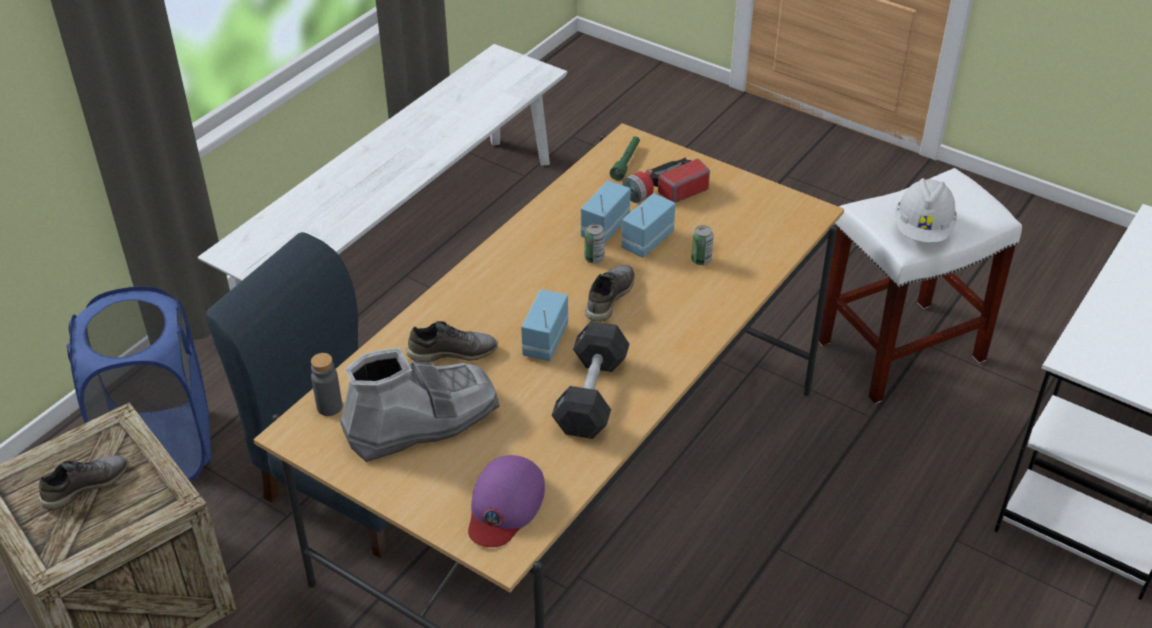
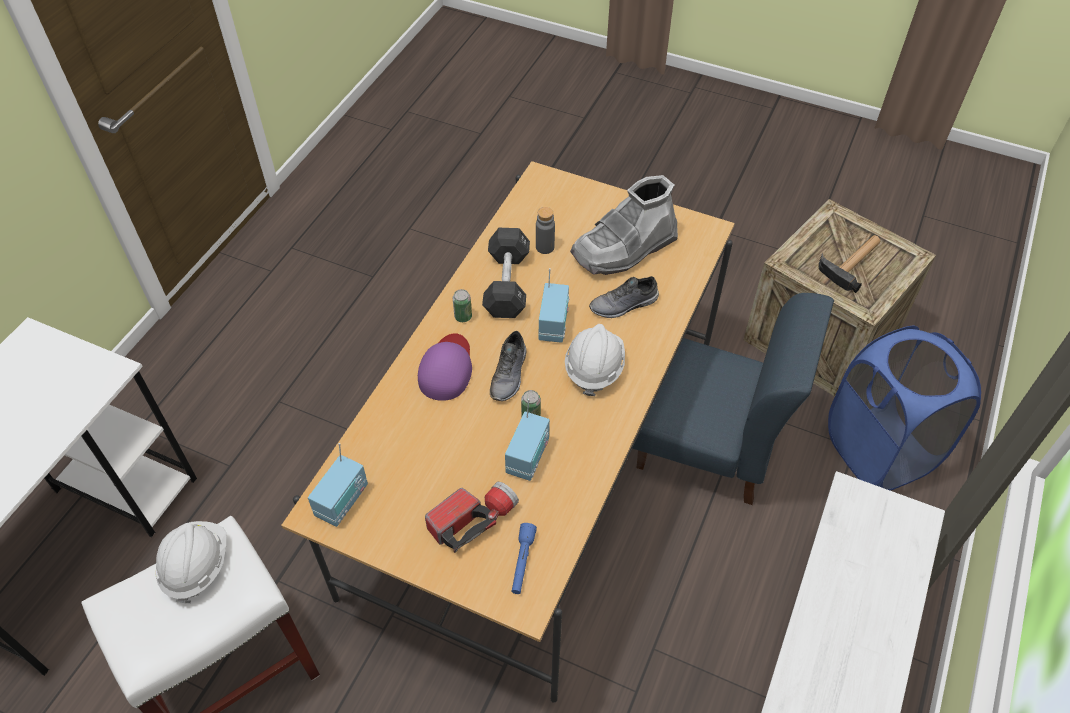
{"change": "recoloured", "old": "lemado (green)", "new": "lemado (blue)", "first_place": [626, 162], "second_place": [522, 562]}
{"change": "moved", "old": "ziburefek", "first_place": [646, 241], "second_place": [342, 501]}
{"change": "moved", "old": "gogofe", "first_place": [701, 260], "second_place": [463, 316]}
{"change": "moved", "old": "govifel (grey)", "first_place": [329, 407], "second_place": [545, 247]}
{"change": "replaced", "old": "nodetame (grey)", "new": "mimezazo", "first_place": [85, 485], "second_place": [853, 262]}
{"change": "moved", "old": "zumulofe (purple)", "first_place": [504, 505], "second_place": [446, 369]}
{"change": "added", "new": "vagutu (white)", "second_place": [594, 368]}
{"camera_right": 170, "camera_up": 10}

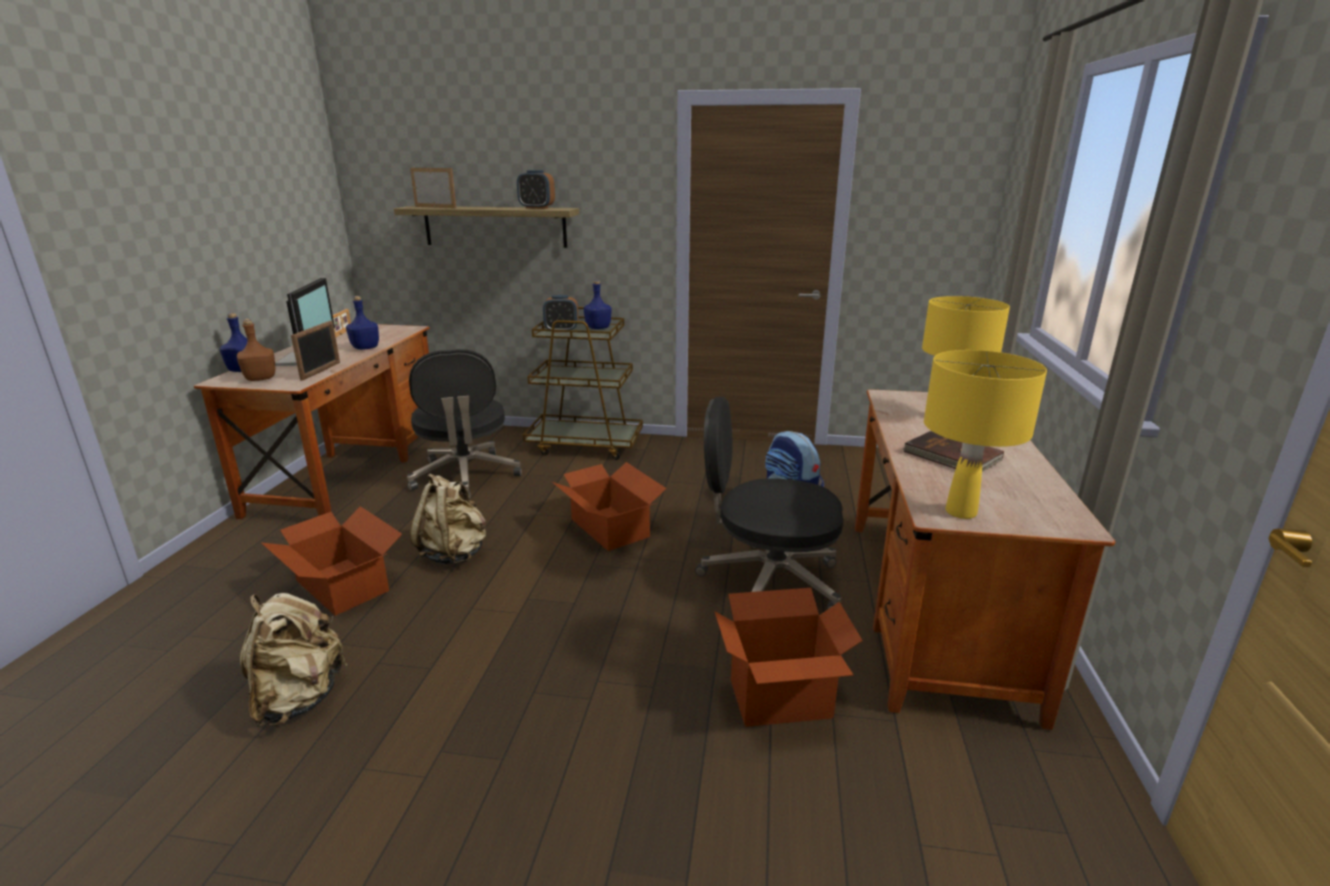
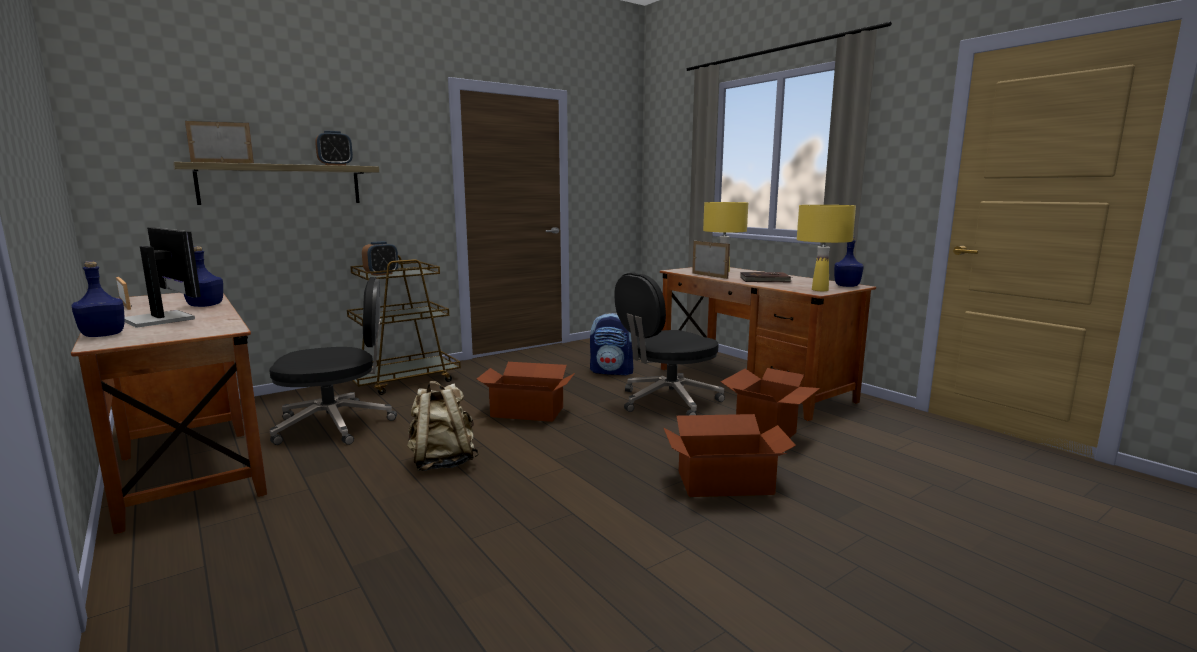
{"change": "moved", "old": "govifel (blue)", "first_place": [598, 328], "second_place": [847, 286]}
{"change": "removed", "old": "govifel (brown)", "first_place": [260, 378]}
{"change": "moved", "old": "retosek", "first_place": [321, 371], "second_place": [710, 275]}
{"change": "turned", "old": "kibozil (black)", "first_place": [465, 476], "second_place": [336, 425], "degrees": -45}
{"change": "moved", "old": "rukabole", "first_place": [341, 586], "second_place": [726, 483]}
{"change": "removed", "old": "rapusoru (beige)", "first_place": [299, 698]}
{"camera_right": -45, "camera_up": -10}

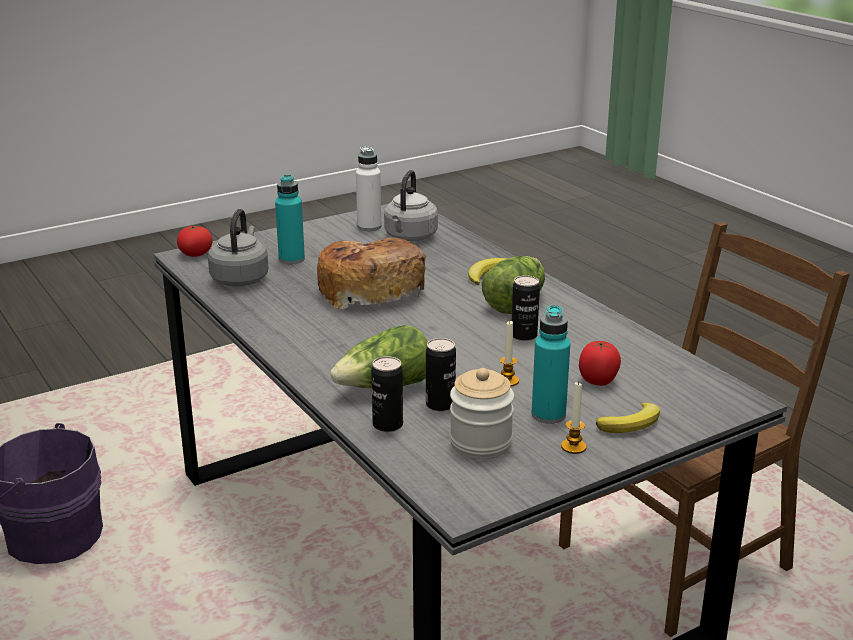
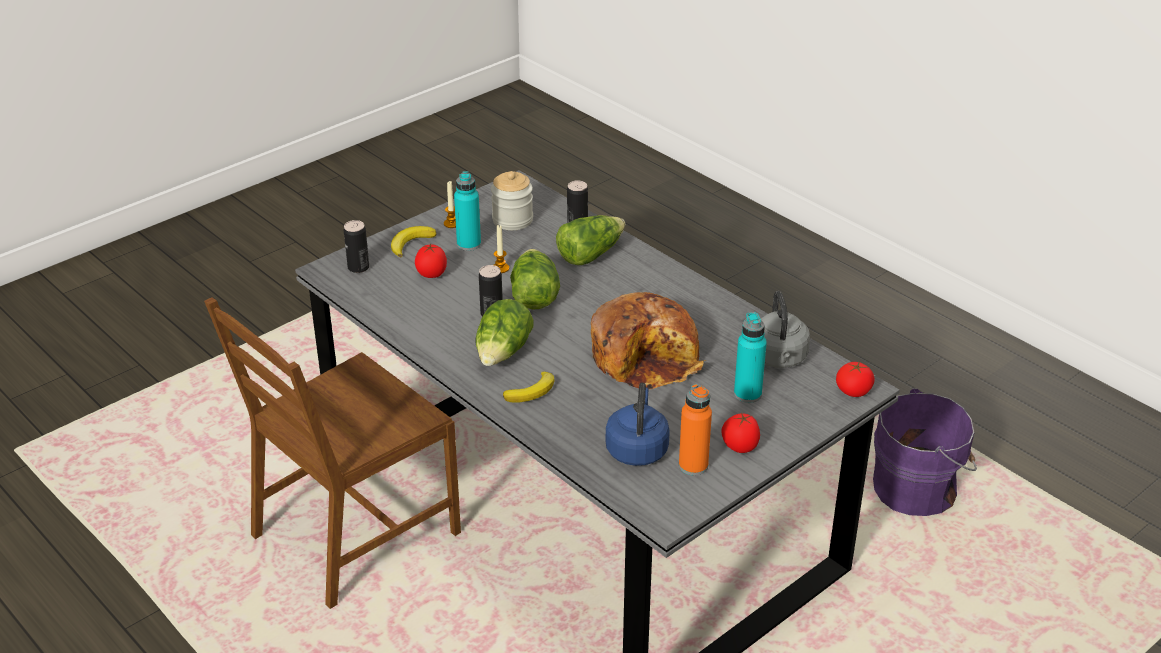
{"change": "recoloured", "old": "govifel (white)", "new": "govifel (orange)", "first_place": [369, 227], "second_place": [693, 466]}
{"change": "recoloured", "old": "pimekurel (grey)", "new": "pimekurel (blue)", "first_place": [409, 237], "second_place": [637, 449]}
{"change": "moved", "old": "gogofe", "first_place": [440, 405], "second_place": [358, 267]}
{"change": "added", "new": "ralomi", "second_place": [533, 294]}
{"change": "added", "new": "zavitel", "second_place": [739, 447]}
{"camera_right": 170, "camera_up": 10}

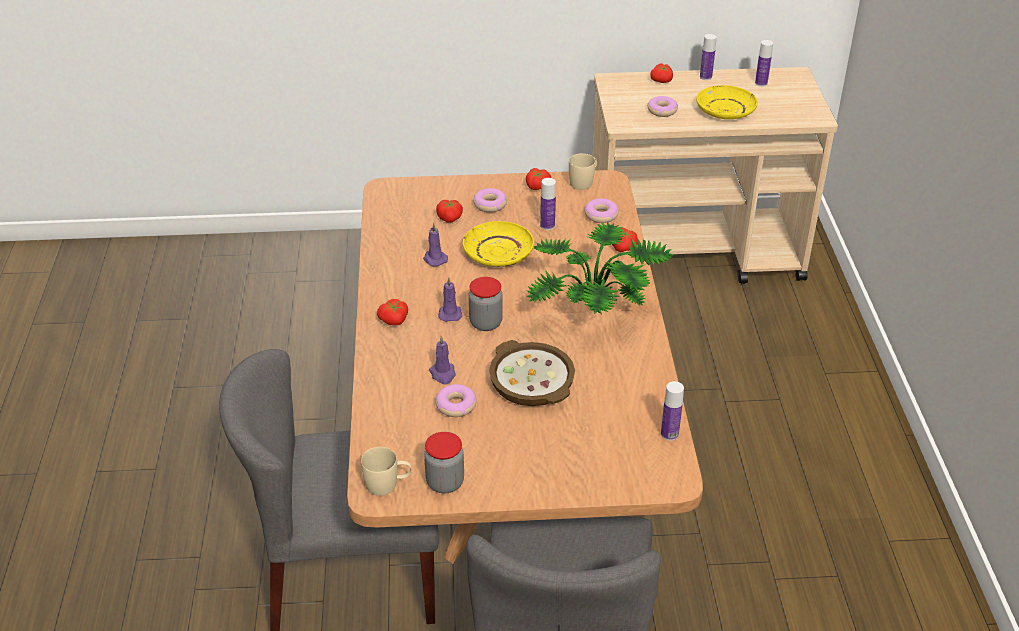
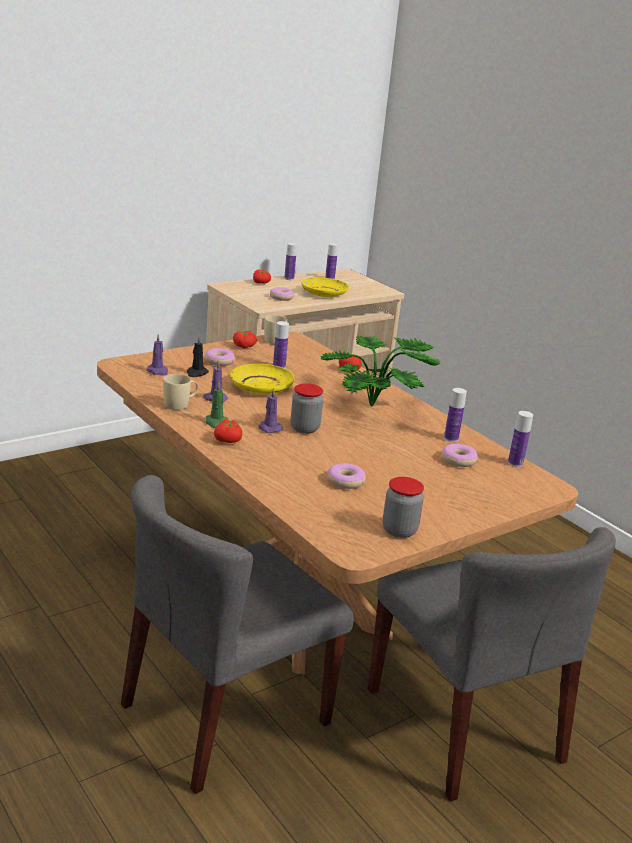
{"change": "moved", "old": "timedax", "first_place": [601, 215], "second_place": [458, 460]}
{"change": "replaced", "old": "zavitel", "new": "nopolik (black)", "first_place": [450, 218], "second_place": [196, 373]}
{"change": "moved", "old": "nopolik (purple)", "first_place": [443, 374], "second_place": [158, 371]}
{"change": "removed", "old": "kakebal", "first_place": [532, 381]}
{"change": "moved", "old": "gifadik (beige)", "first_place": [388, 484], "second_place": [180, 404]}
{"change": "added", "new": "nopolik (green)", "second_place": [216, 422]}
{"change": "added", "new": "govifel", "second_place": [451, 438]}
{"camera_right": -35, "camera_up": -15}

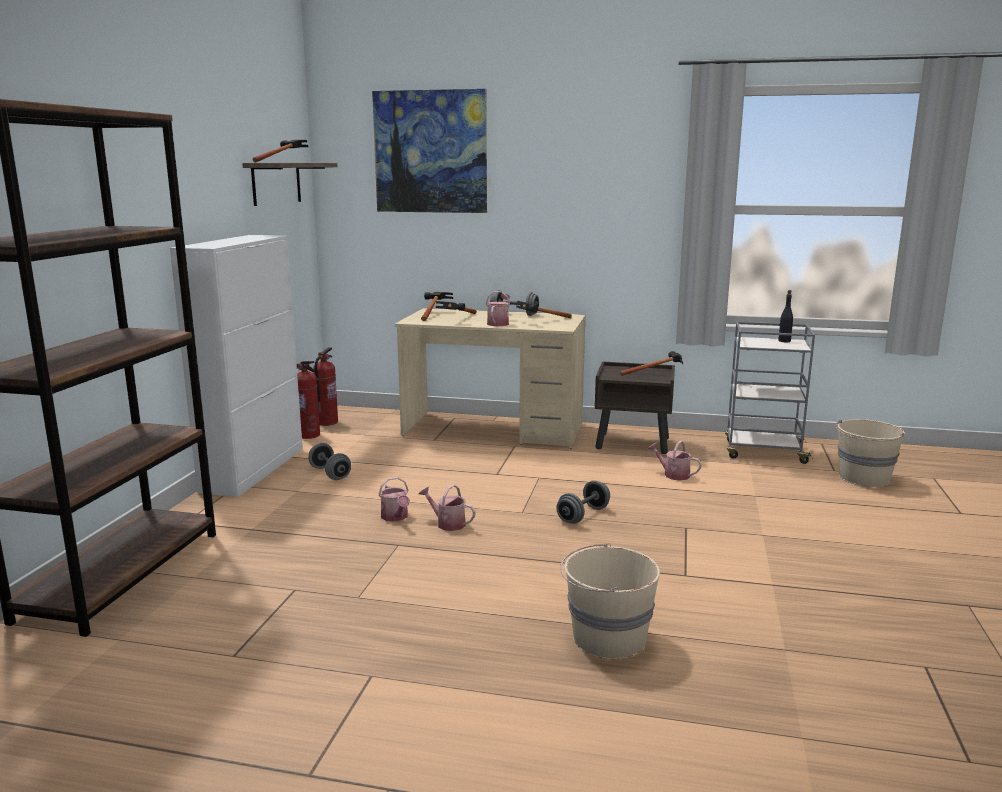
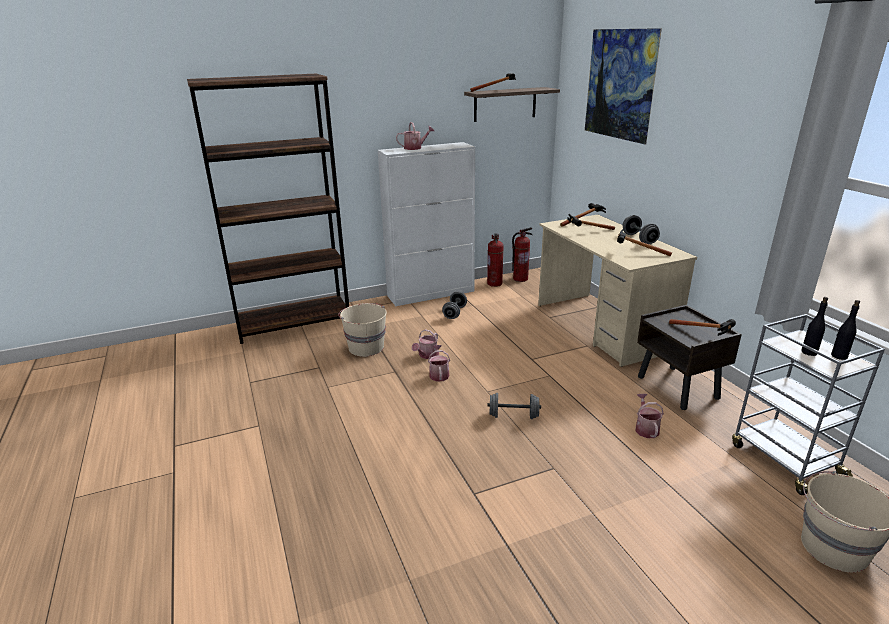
{"change": "moved", "old": "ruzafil", "first_place": [499, 323], "second_place": [415, 148]}
{"change": "moved", "old": "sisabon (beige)", "first_place": [607, 638], "second_place": [365, 347]}
{"change": "added", "new": "govifel (black)", "second_place": [809, 352]}
{"camera_right": 55, "camera_up": 10}

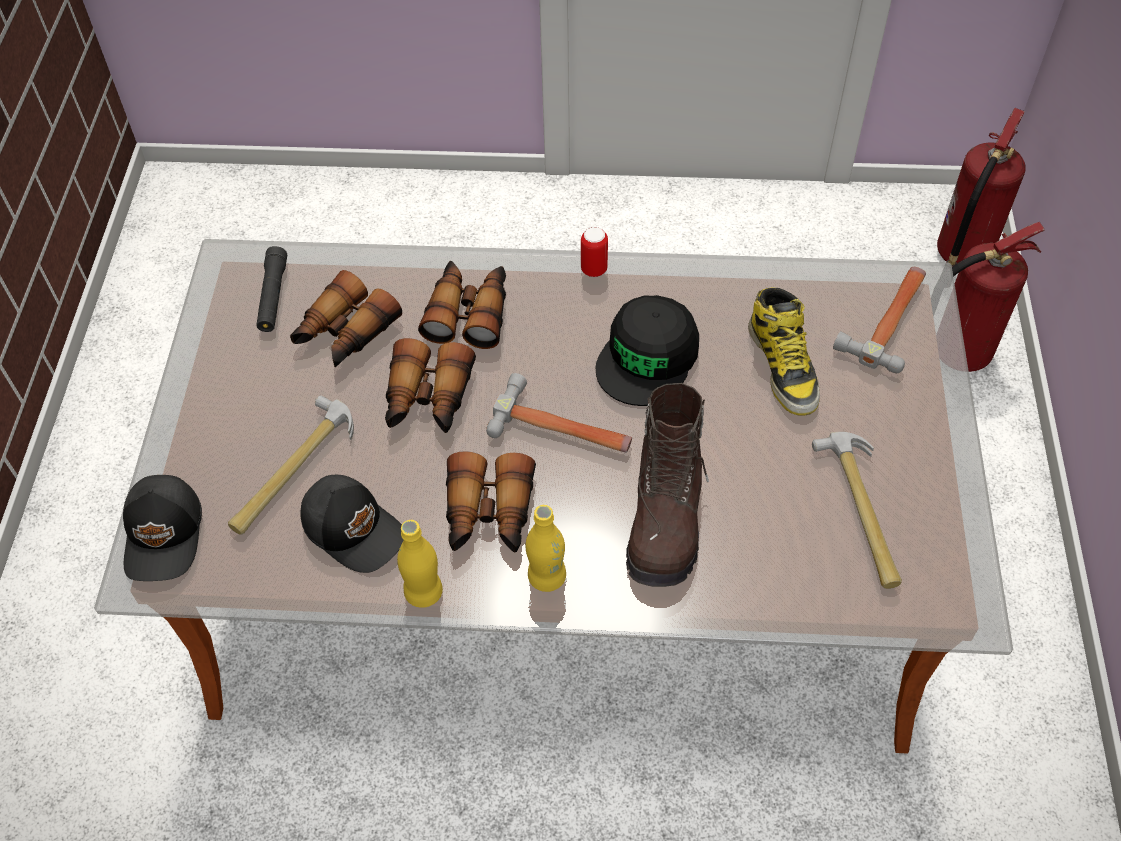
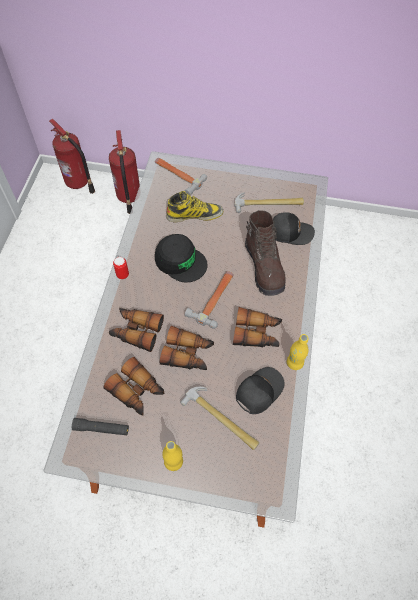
{"change": "turned", "old": "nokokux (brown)", "first_place": [666, 516], "second_place": [264, 267], "degrees": 60}
{"change": "moved", "old": "zumulofe (black)", "first_place": [165, 535], "second_place": [290, 232]}
{"change": "moved", "old": "govifel (yellow)", "first_place": [547, 577], "second_place": [173, 461]}
{"camera_right": -85, "camera_up": 5}

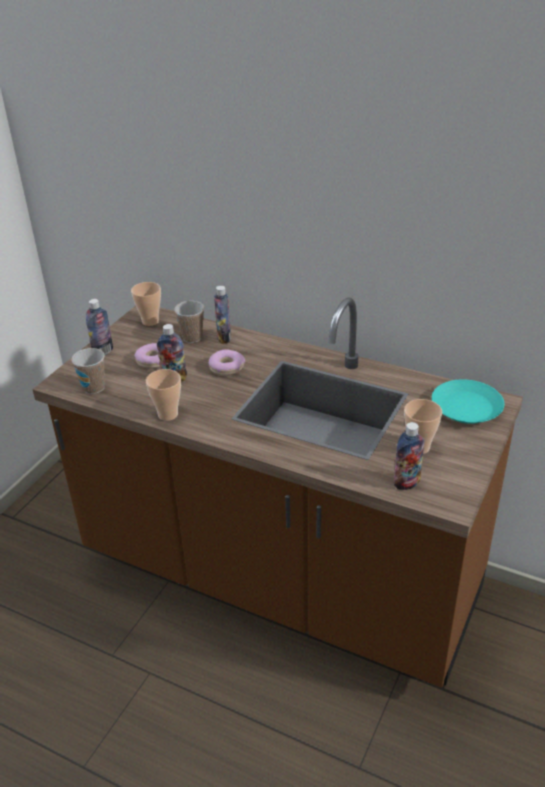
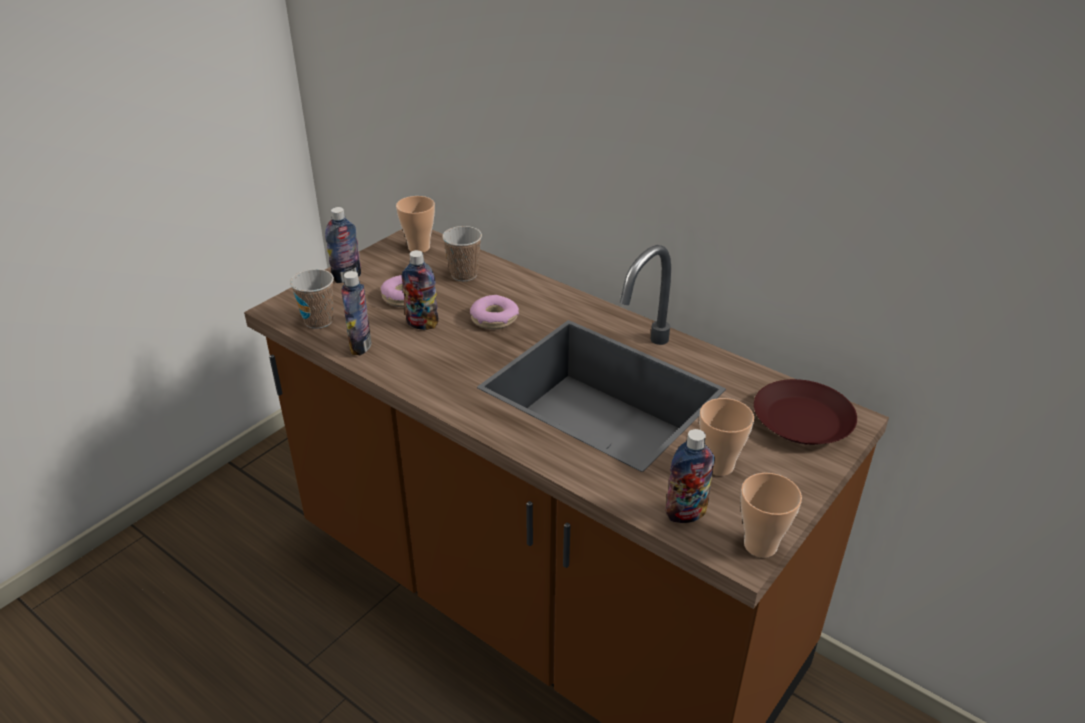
{"change": "moved", "old": "govifel", "first_place": [224, 338], "second_place": [360, 346]}
{"change": "moved", "old": "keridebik", "first_place": [168, 414], "second_place": [760, 545]}
{"change": "recoloured", "old": "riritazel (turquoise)", "new": "riritazel (brown)", "first_place": [466, 407], "second_place": [802, 420]}
{"camera_right": 10, "camera_up": 0}

